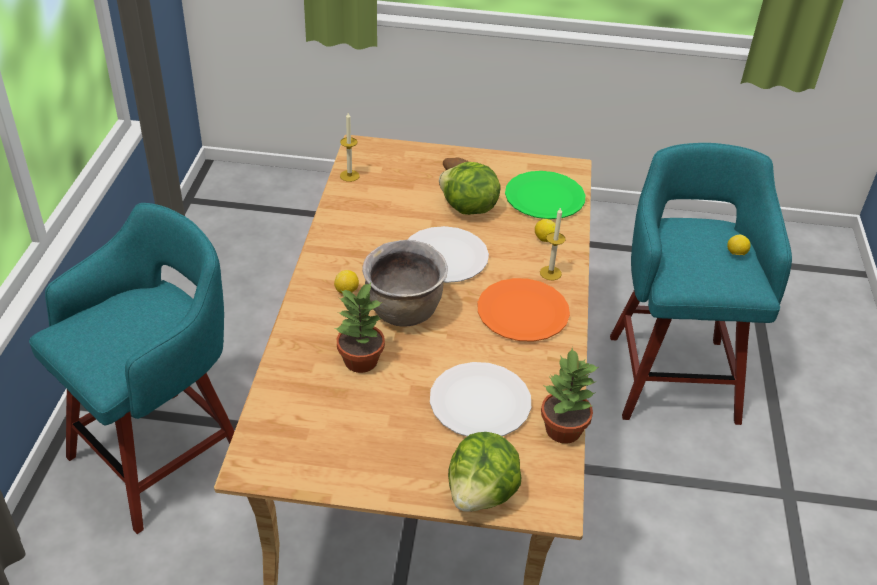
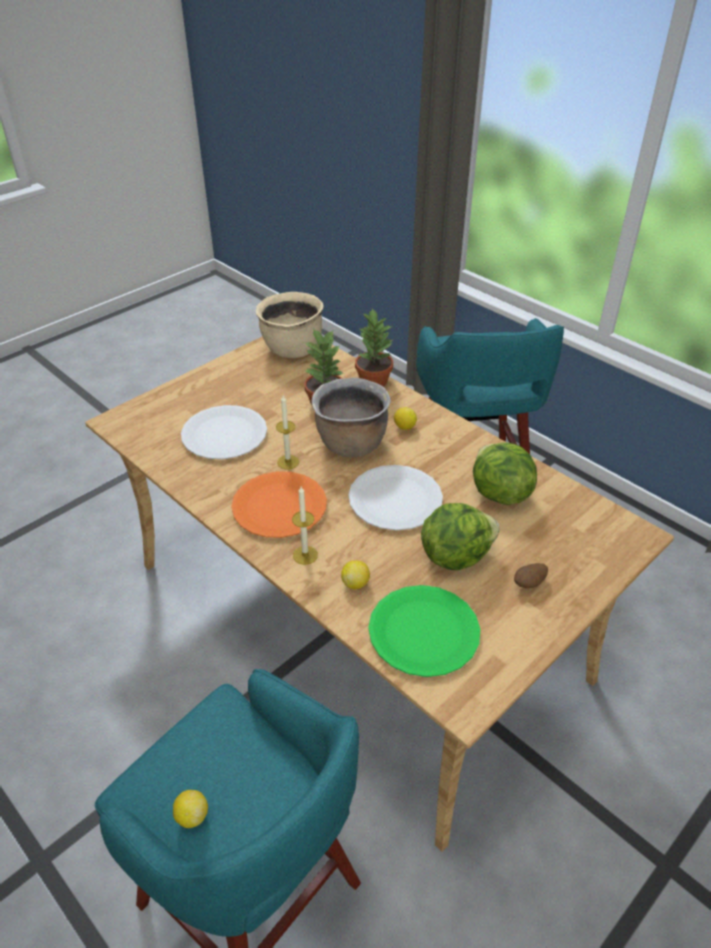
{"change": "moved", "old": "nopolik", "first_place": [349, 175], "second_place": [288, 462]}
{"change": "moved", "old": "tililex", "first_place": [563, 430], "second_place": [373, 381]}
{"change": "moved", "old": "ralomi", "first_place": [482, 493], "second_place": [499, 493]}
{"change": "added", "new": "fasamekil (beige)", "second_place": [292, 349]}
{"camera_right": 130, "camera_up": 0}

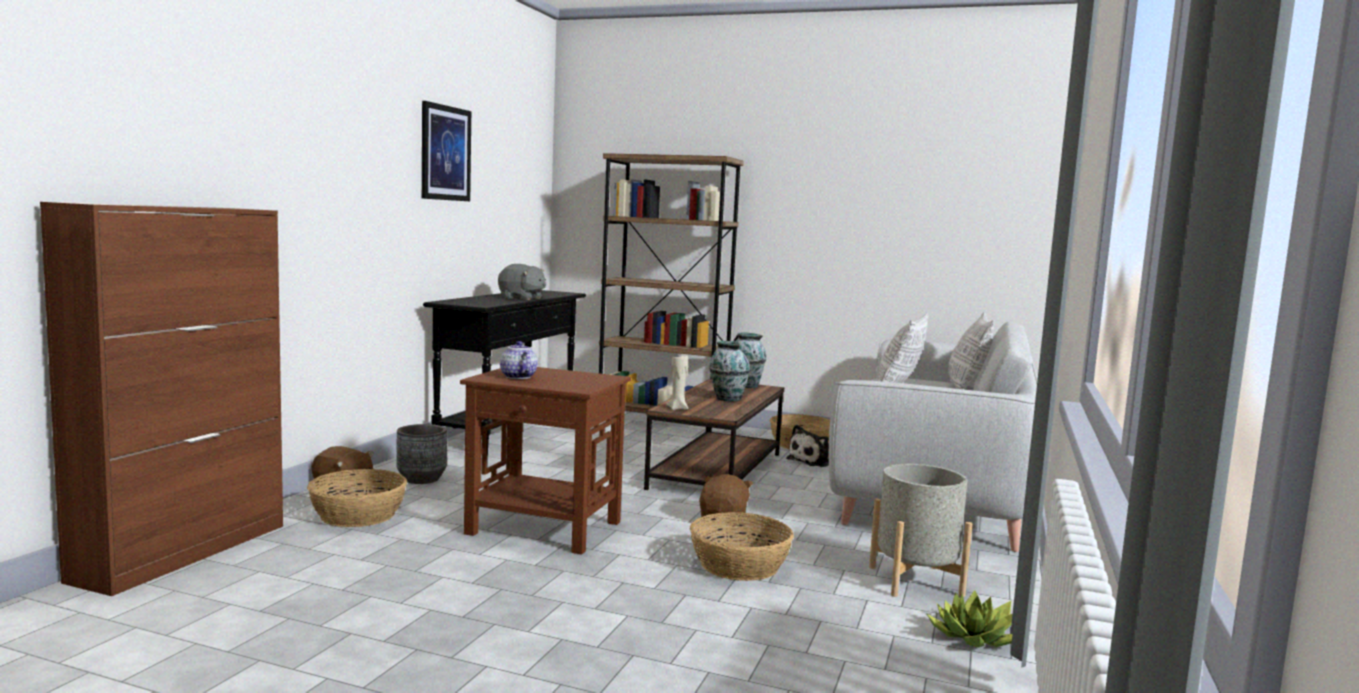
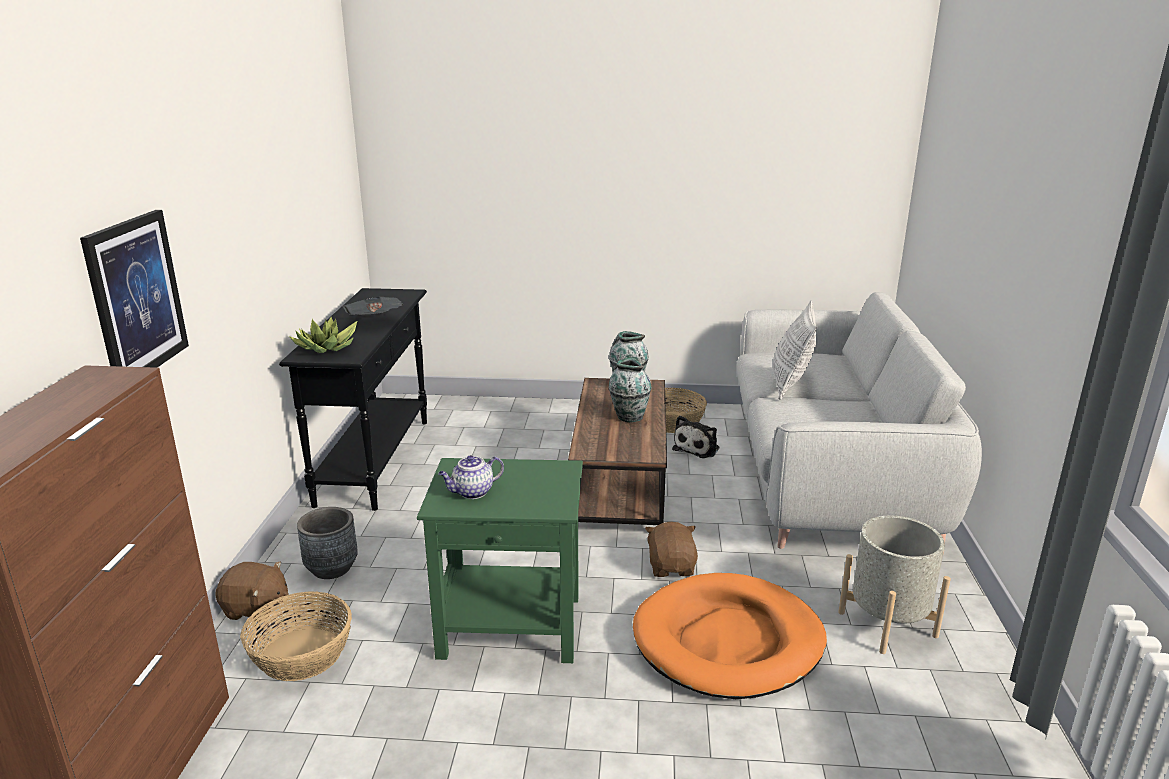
{"change": "moved", "old": "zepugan", "first_place": [445, 153], "second_place": [136, 297]}
{"change": "removed", "old": "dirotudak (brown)", "first_place": [661, 424]}
{"change": "replaced", "old": "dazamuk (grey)", "new": "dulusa", "first_place": [521, 298], "second_place": [374, 322]}
{"change": "removed", "old": "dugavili", "first_place": [966, 389]}
{"change": "turned", "old": "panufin", "first_place": [517, 376], "second_place": [472, 492], "degrees": -75}
{"change": "removed", "old": "nopolik (beige)", "first_place": [678, 409]}
{"change": "recoloured", "old": "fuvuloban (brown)", "new": "fuvuloban (green)", "first_place": [546, 528], "second_place": [512, 626]}
{"change": "replaced", "old": "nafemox", "new": "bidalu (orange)", "first_place": [740, 565], "second_place": [728, 641]}
{"change": "moved", "old": "tililex", "first_place": [976, 638], "second_place": [328, 348]}
{"camera_right": -15, "camera_up": 15}

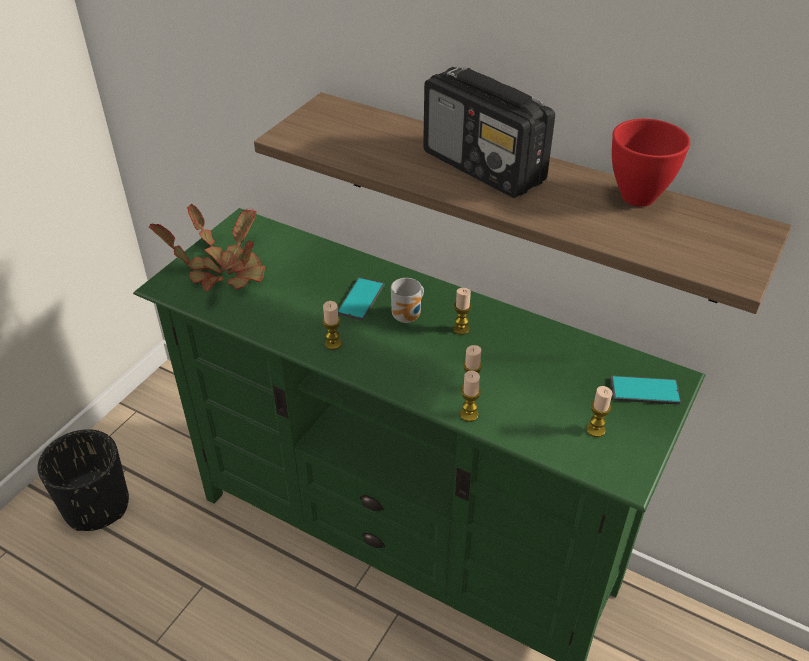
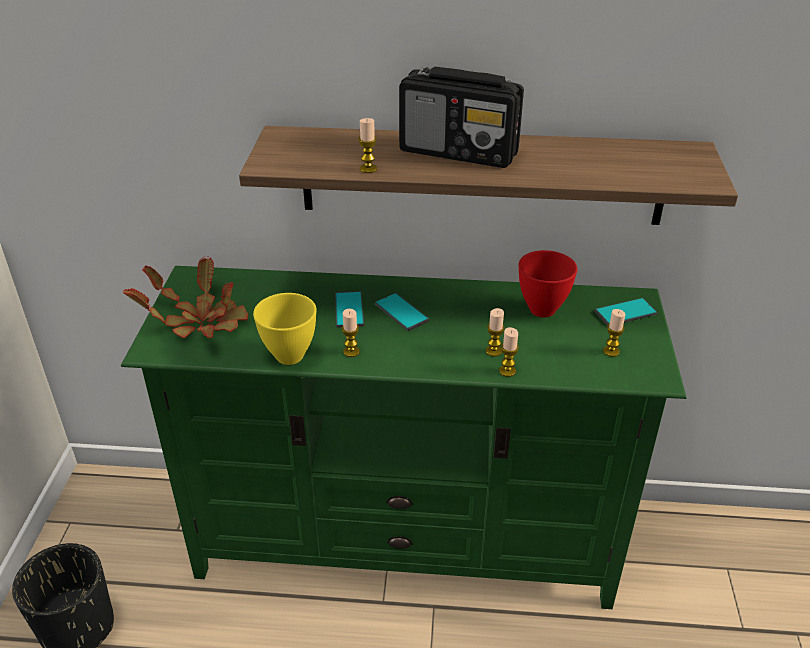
{"change": "moved", "old": "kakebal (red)", "first_place": [639, 198], "second_place": [543, 310]}
{"change": "replaced", "old": "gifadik", "new": "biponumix", "first_place": [408, 317], "second_place": [401, 312]}
{"change": "moved", "old": "nopolik", "first_place": [461, 329], "second_place": [368, 169]}
{"change": "added", "new": "kakebal (yellow)", "second_place": [288, 356]}
{"camera_right": -25, "camera_up": -5}

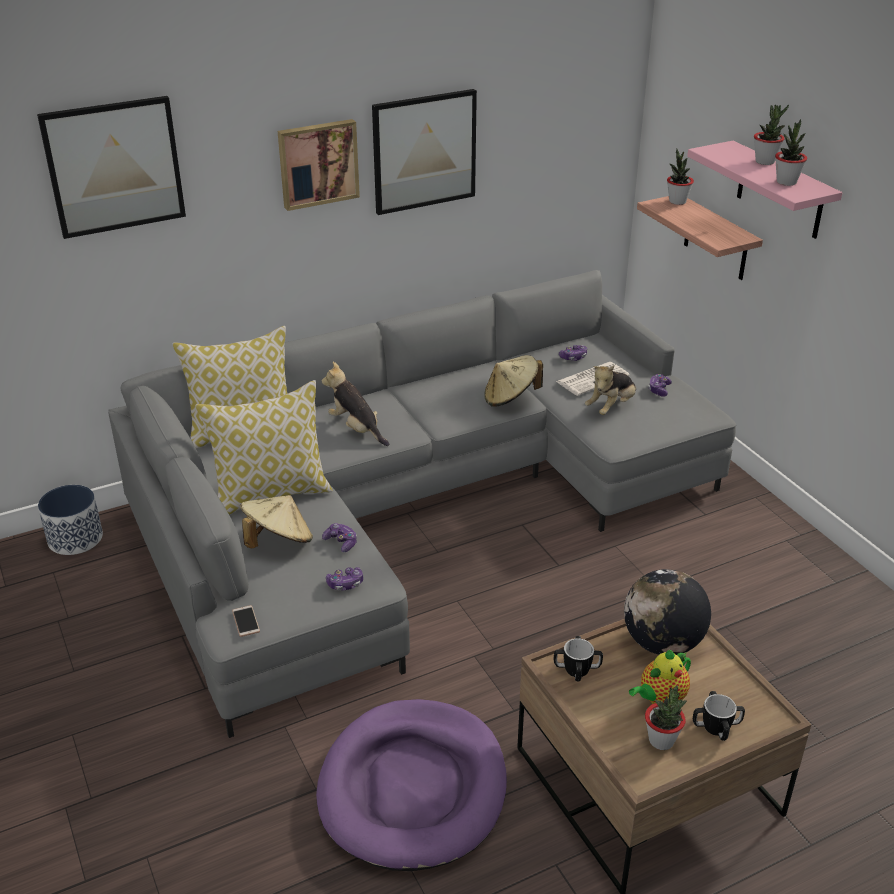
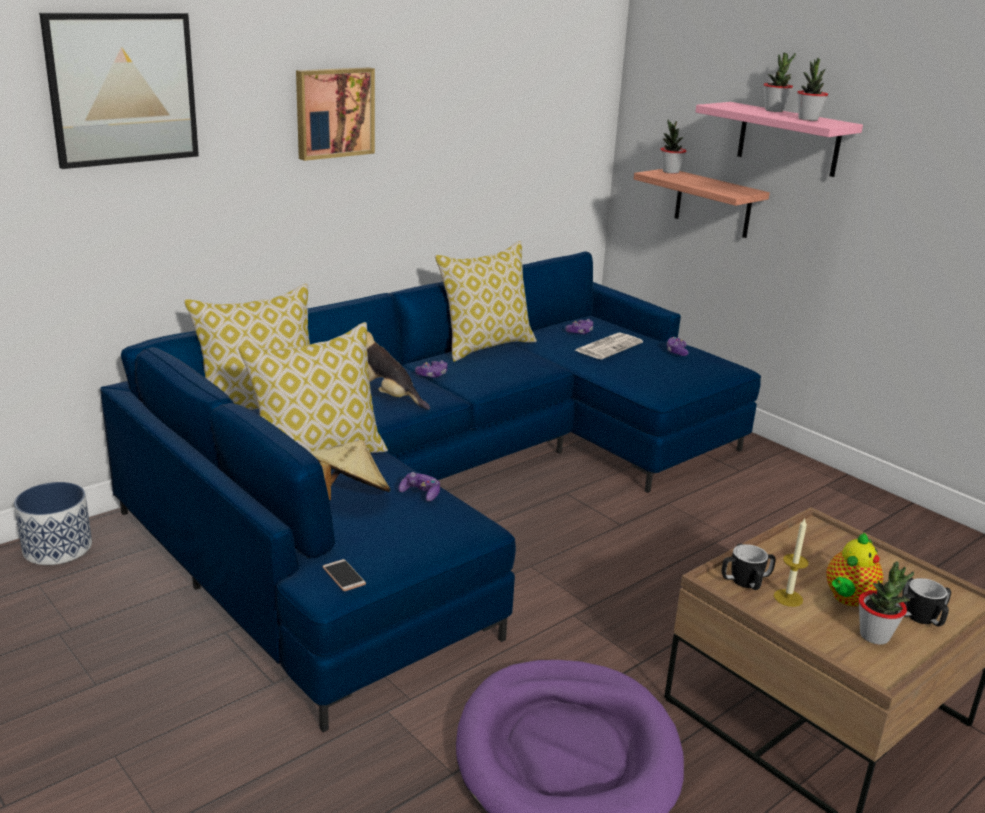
{"change": "removed", "old": "zepugan", "first_place": [424, 151]}
{"change": "recoloured", "old": "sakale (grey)", "new": "sakale (blue)", "first_place": [412, 508], "second_place": [444, 488]}
{"change": "removed", "old": "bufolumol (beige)", "first_place": [510, 398]}
{"change": "removed", "old": "dazamuk", "first_place": [611, 407]}
{"change": "moved", "old": "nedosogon", "first_place": [345, 584], "second_place": [432, 375]}
{"change": "removed", "old": "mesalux", "first_place": [662, 643]}
{"change": "added", "new": "dugavili", "second_place": [486, 346]}
{"change": "added", "new": "nopolik", "second_place": [788, 598]}
{"camera_right": -15, "camera_up": -10}

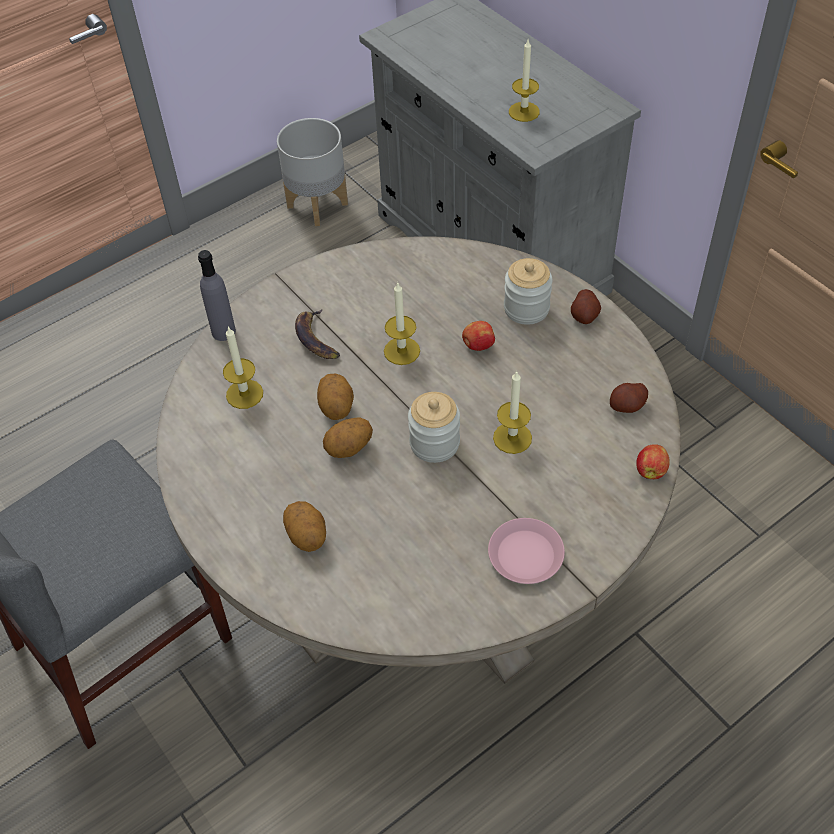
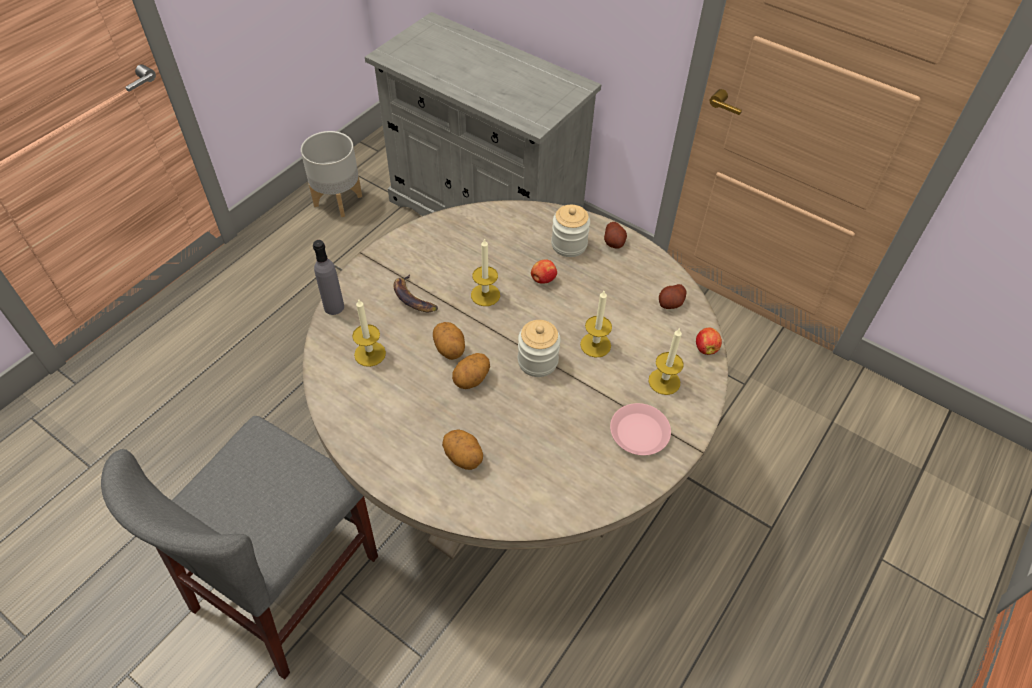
{"change": "moved", "old": "nopolik", "first_place": [524, 112], "second_place": [664, 381]}
{"camera_right": -20, "camera_up": 0}

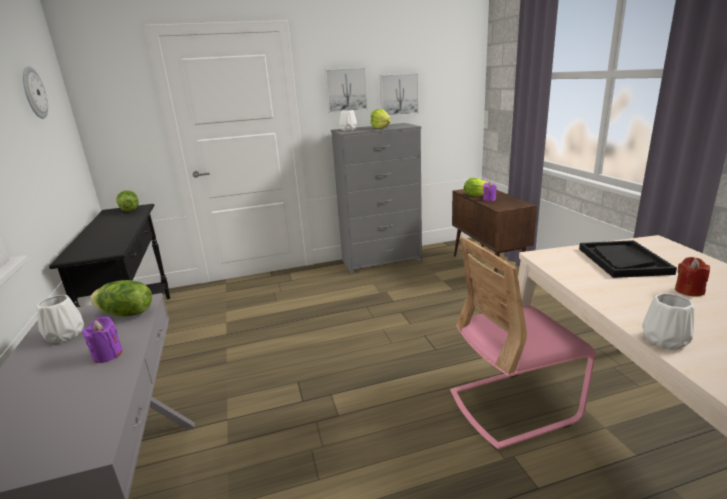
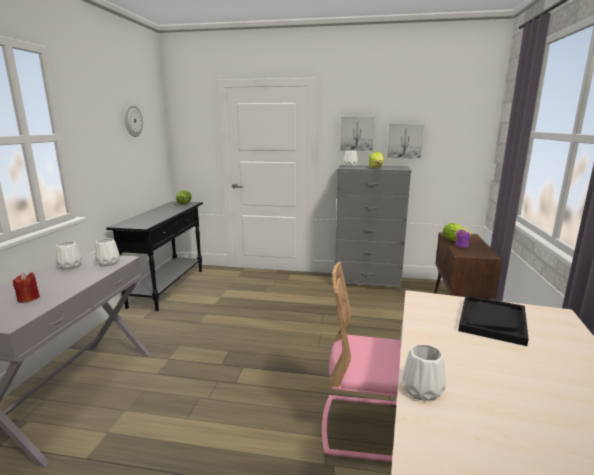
{"change": "moved", "old": "nopolik (red)", "first_place": [689, 291], "second_place": [28, 298]}
{"change": "replaced", "old": "ralomi", "new": "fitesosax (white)", "first_place": [126, 314], "second_place": [108, 263]}
{"change": "removed", "old": "nopolik (purple)", "first_place": [107, 355]}
{"camera_right": 25, "camera_up": -5}

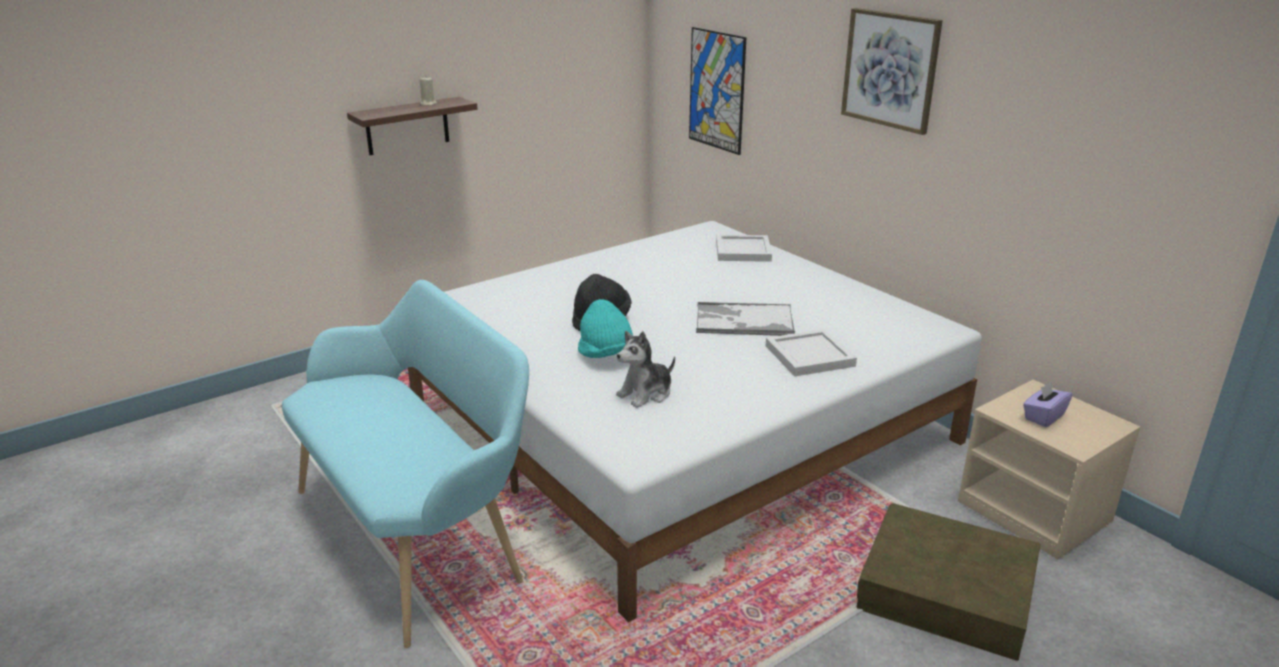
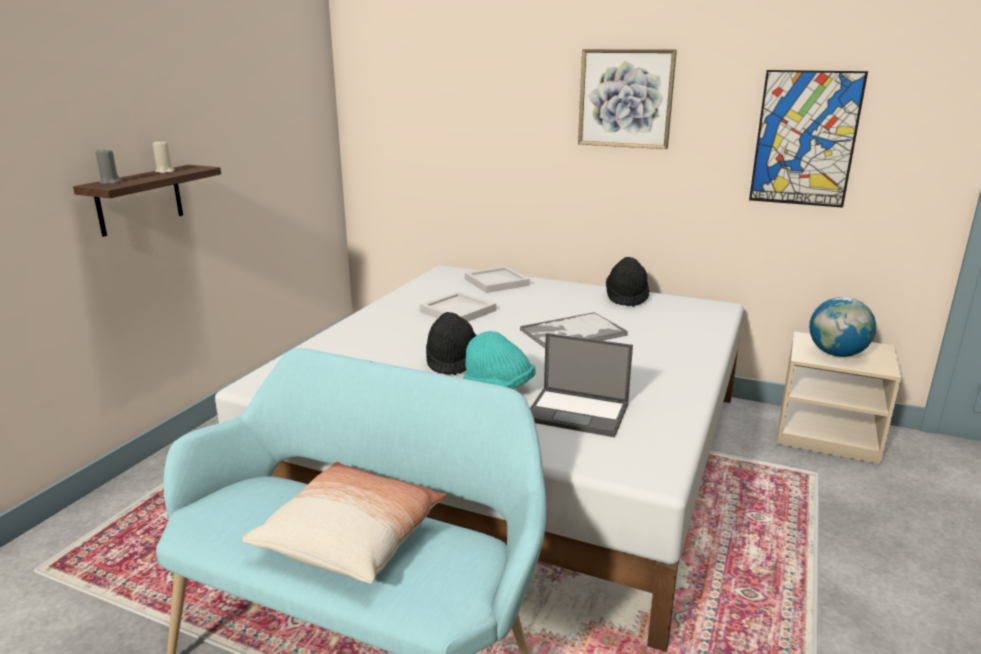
{"change": "moved", "old": "zepugan", "first_place": [716, 90], "second_place": [805, 139]}
{"change": "moved", "old": "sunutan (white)", "first_place": [810, 355], "second_place": [458, 311]}
{"change": "replaced", "old": "dazamuk", "new": "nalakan", "first_place": [646, 393], "second_place": [578, 412]}
{"change": "replaced", "old": "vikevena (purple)", "new": "mesalux", "first_place": [1043, 417], "second_place": [836, 354]}
{"change": "removed", "old": "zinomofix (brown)", "first_place": [946, 590]}
{"change": "added", "new": "nopolik (grey)", "second_place": [110, 182]}
{"change": "added", "new": "bufolumol (black)", "second_place": [626, 297]}
{"change": "added", "new": "dugavili", "second_place": [351, 539]}
{"camera_right": -30, "camera_up": -5}

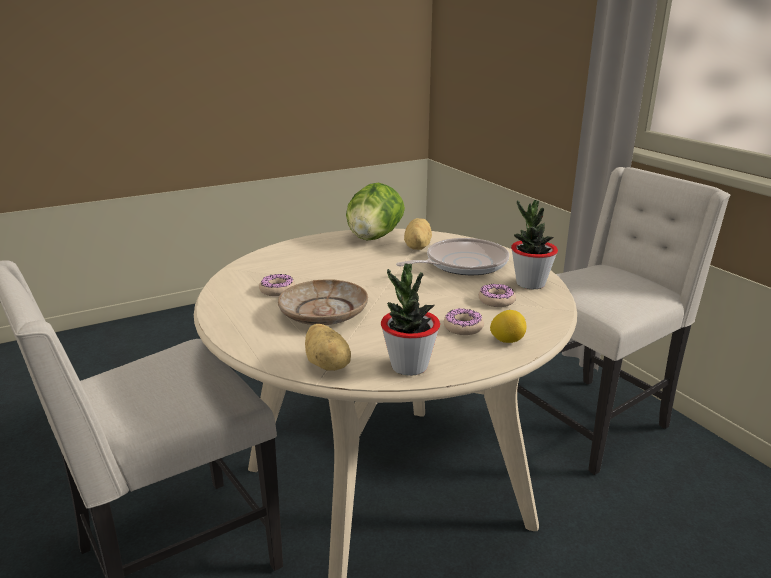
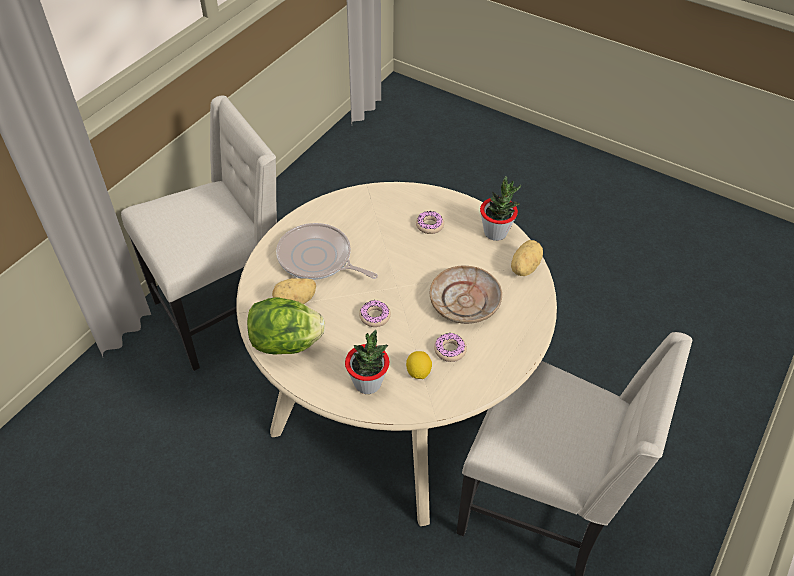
{"change": "turned", "old": "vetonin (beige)", "first_place": [589, 420], "second_place": [224, 311], "degrees": 120}
{"change": "moved", "old": "tililex", "first_place": [530, 284], "second_place": [368, 383]}
{"change": "moved", "old": "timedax", "first_place": [496, 300], "second_place": [375, 316]}
{"change": "moved", "old": "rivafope", "first_place": [507, 340], "second_place": [418, 372]}
{"camera_right": -120, "camera_up": 25}

